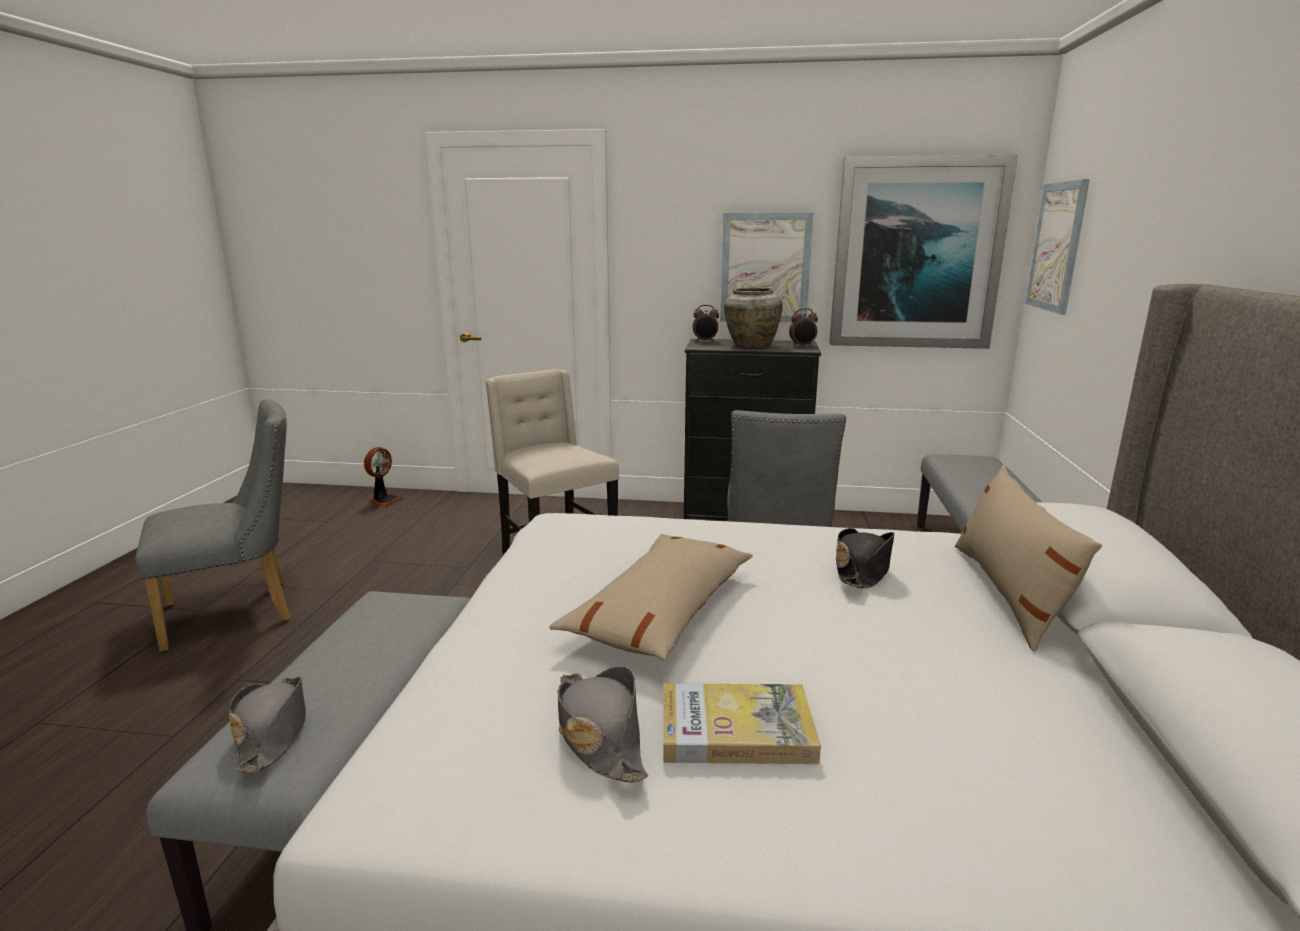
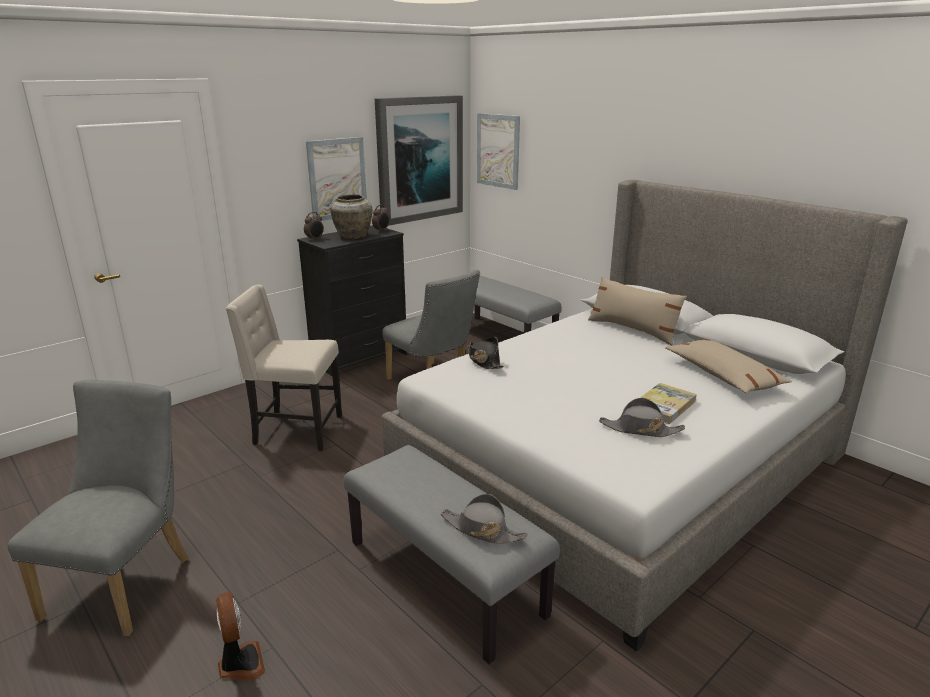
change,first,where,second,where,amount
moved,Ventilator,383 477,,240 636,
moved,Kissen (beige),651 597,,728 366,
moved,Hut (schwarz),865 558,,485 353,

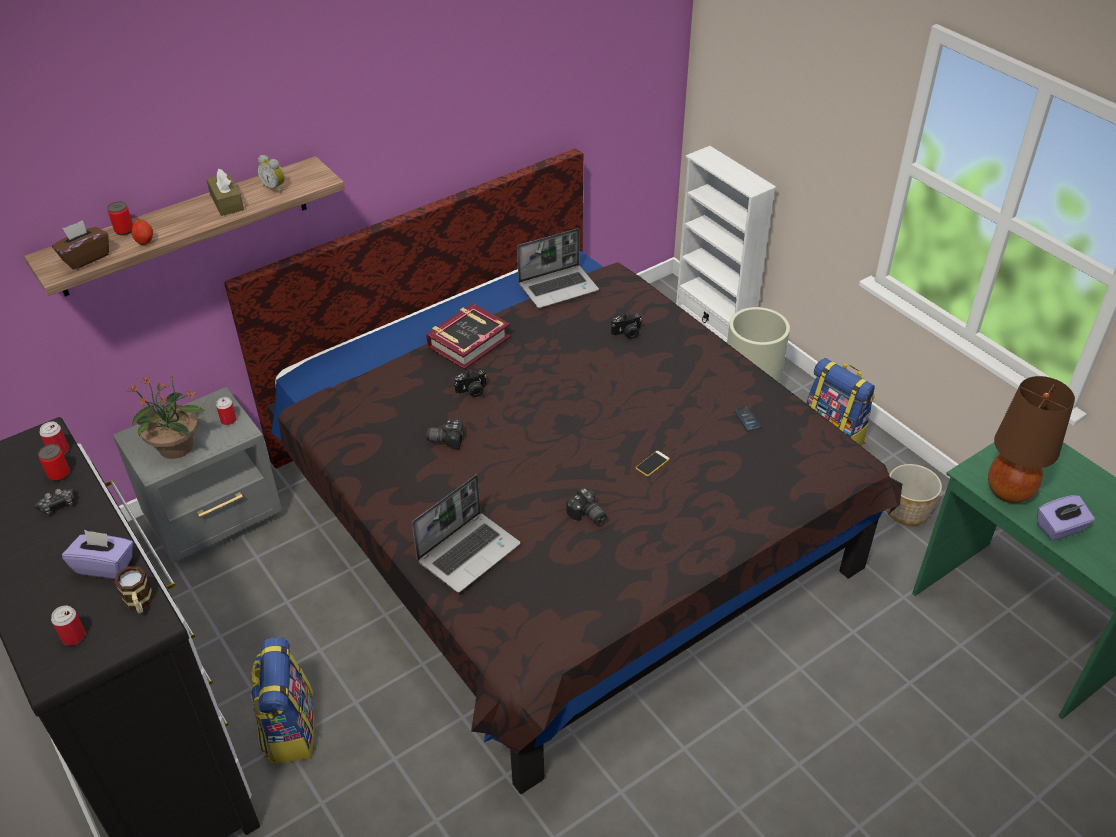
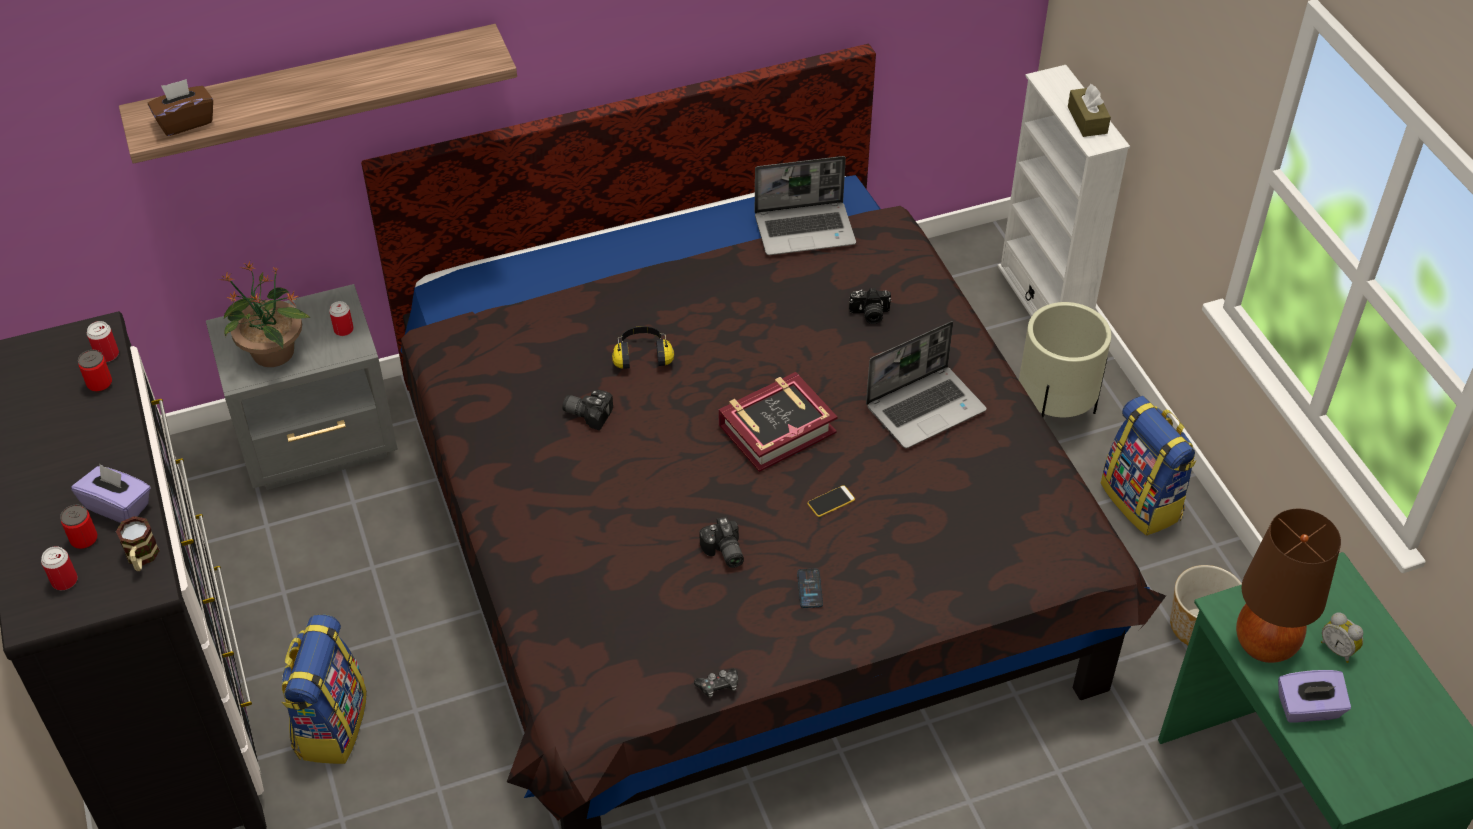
change,first,where,second,where,amount
moved,Gamepad,55 502,,716 683,
moved,Dose,120 218,,79 527,
removed,Apfel,142 232,,,
moved,Taschentuchbox (braun),225 192,,1089 110,
moved,Wecker,271 174,,1342 637,
moved,Laptop,466 534,,926 384,
moved,Buch,468 336,,778 422,
replaced,Kamera,470 384,Kopfhörer,643 347,
moved,Handy,747 419,,810 588,

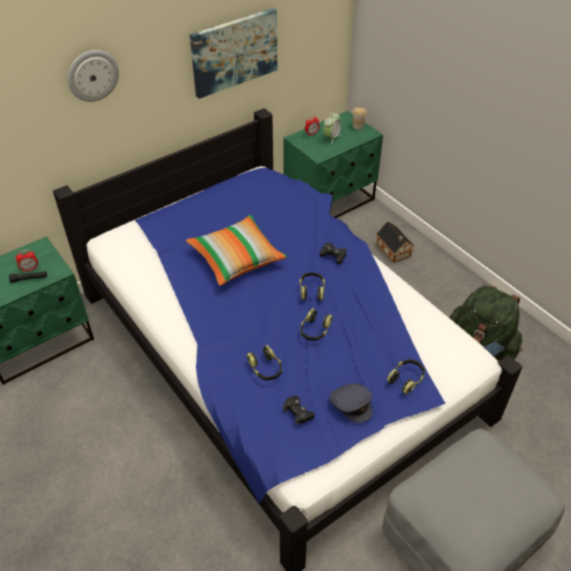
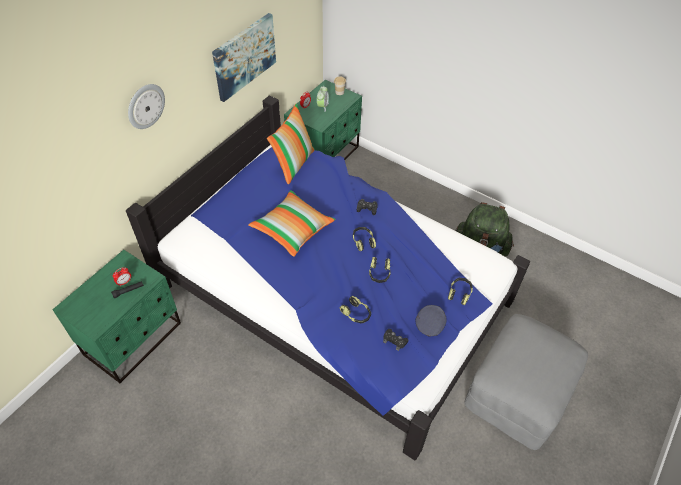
change,first,where,second,where,amount
turned,Kappe (grau),351 403,,431 320,90 degrees counterclockwise
removed,Spielzeughaus,396 242,,,
added,,,Kissen,291 143,

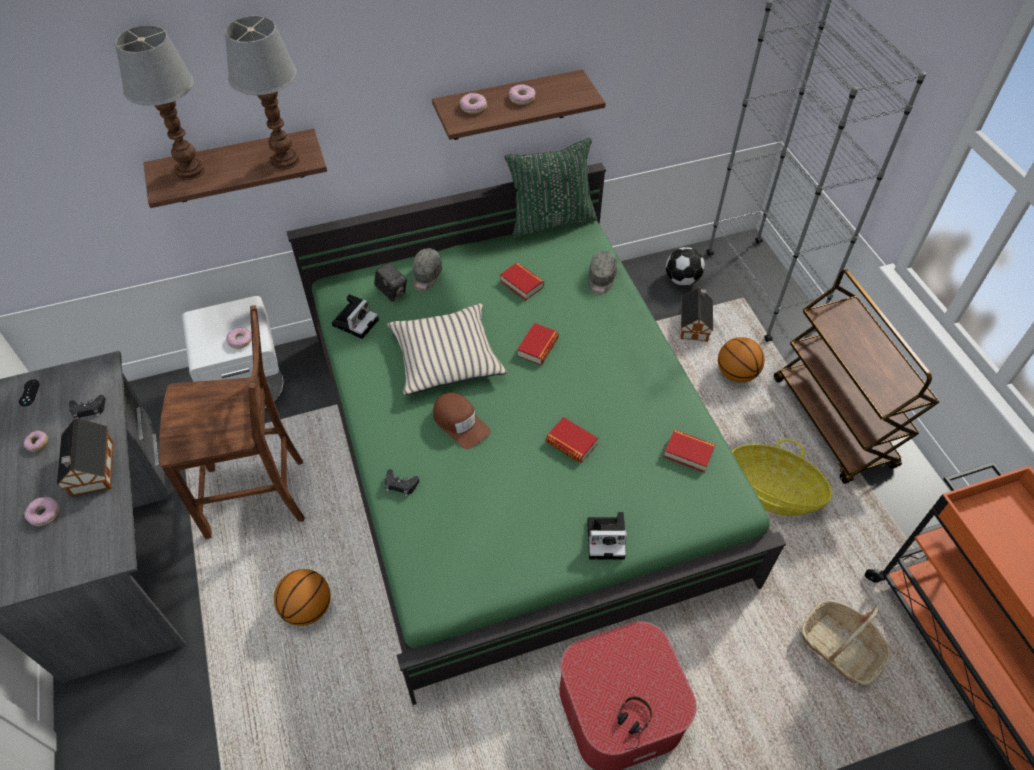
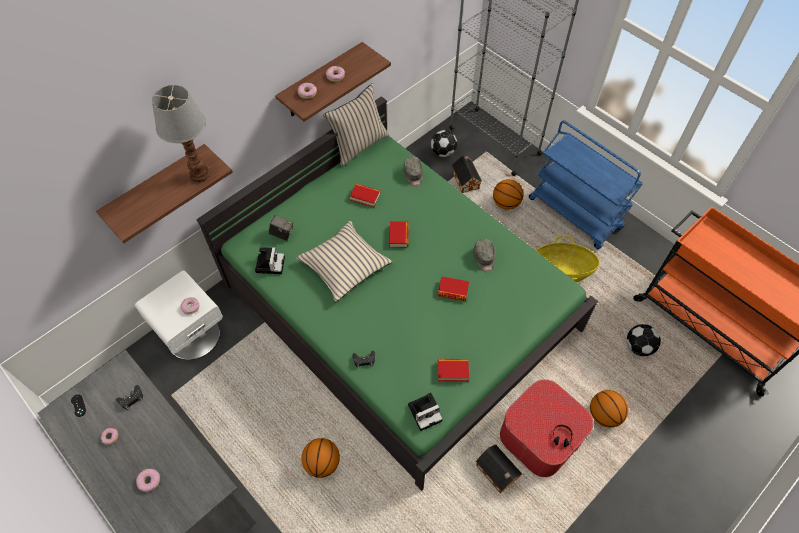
change,first,where,second,where,amount
moved,Spielzeughaus,85 457,,499 468,
removed,Tischlampe,160 102,,,
removed,Stuhl (braun),232 422,,,
moved,Kappe (grau),427 270,,484 255,
removed,Kappe (braun),462 421,,,
recoloured,Kissen (grün),550 188,Kissen (beige),356 124,
moved,Kamera,607 536,,425 411,
moved,Buch,689 451,,453 370,
recoloured,Rollwagen (braun),856 376,Rollwagen (blau),586 184,
replaced,Korb,846 642,Fußball,644 340,
added,,,Basketball,609 409,

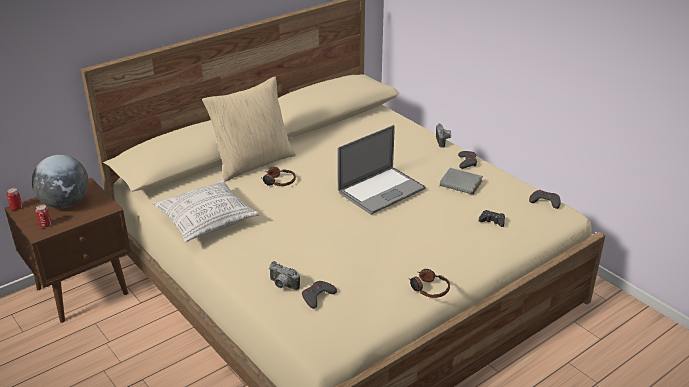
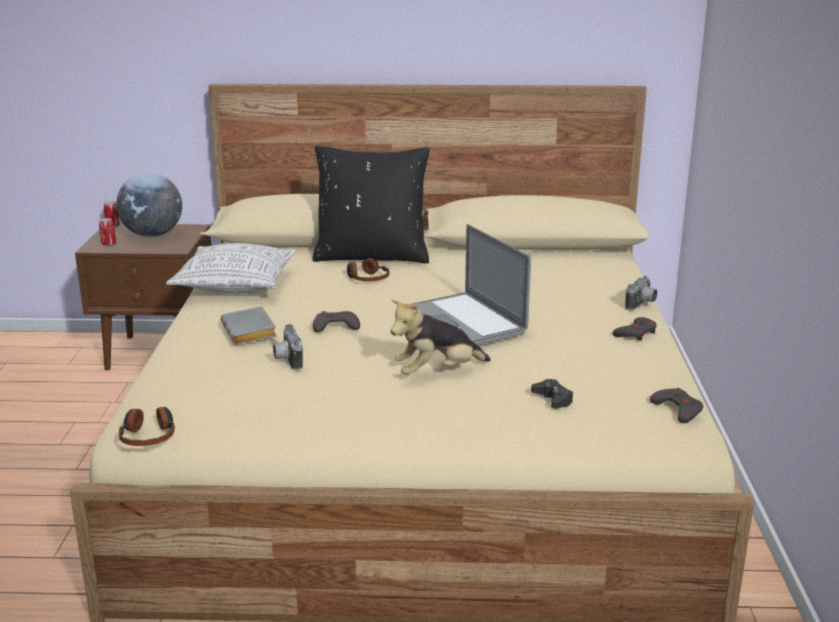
change,first,where,second,where,amount
recoloured,Kissen (beige),249 129,Kissen (schwarz),371 205,
moved,Kamera,284 275,,288 347,
moved,Gamepad (grau),319 295,,336 321,
turned,Laptop,381 170,,473 284,60 degrees clockwise
moved,Kopfhörer,429 283,,147 426,
moved,Buch (grau),461 181,,249 325,
added,,,Plüschtier,441 337,

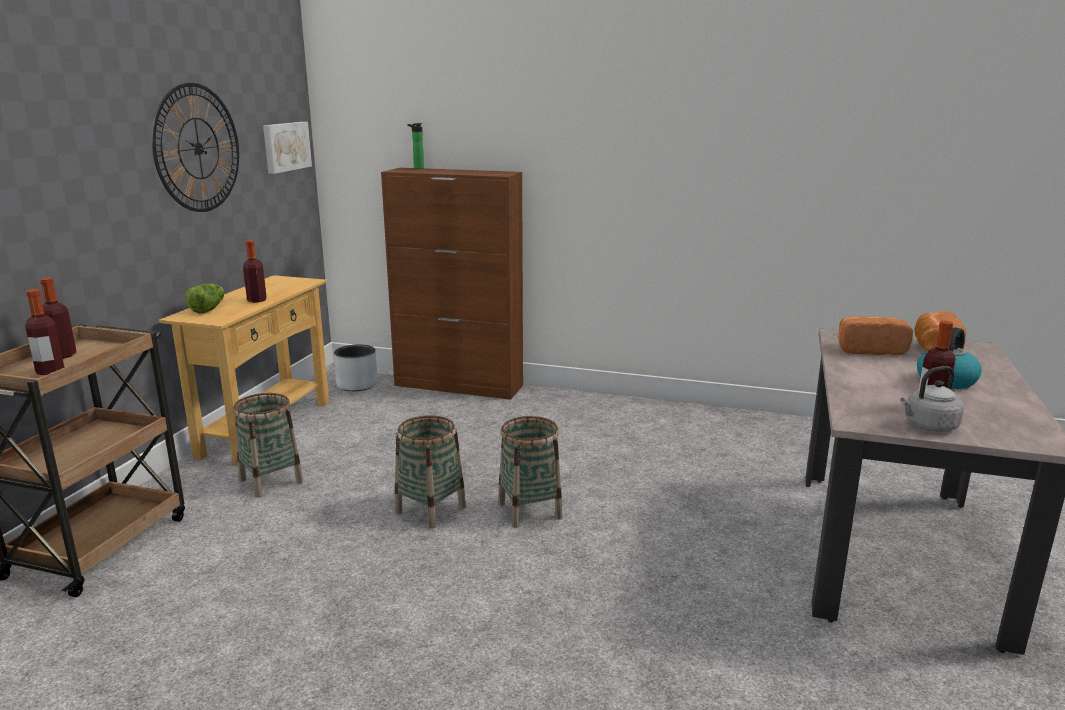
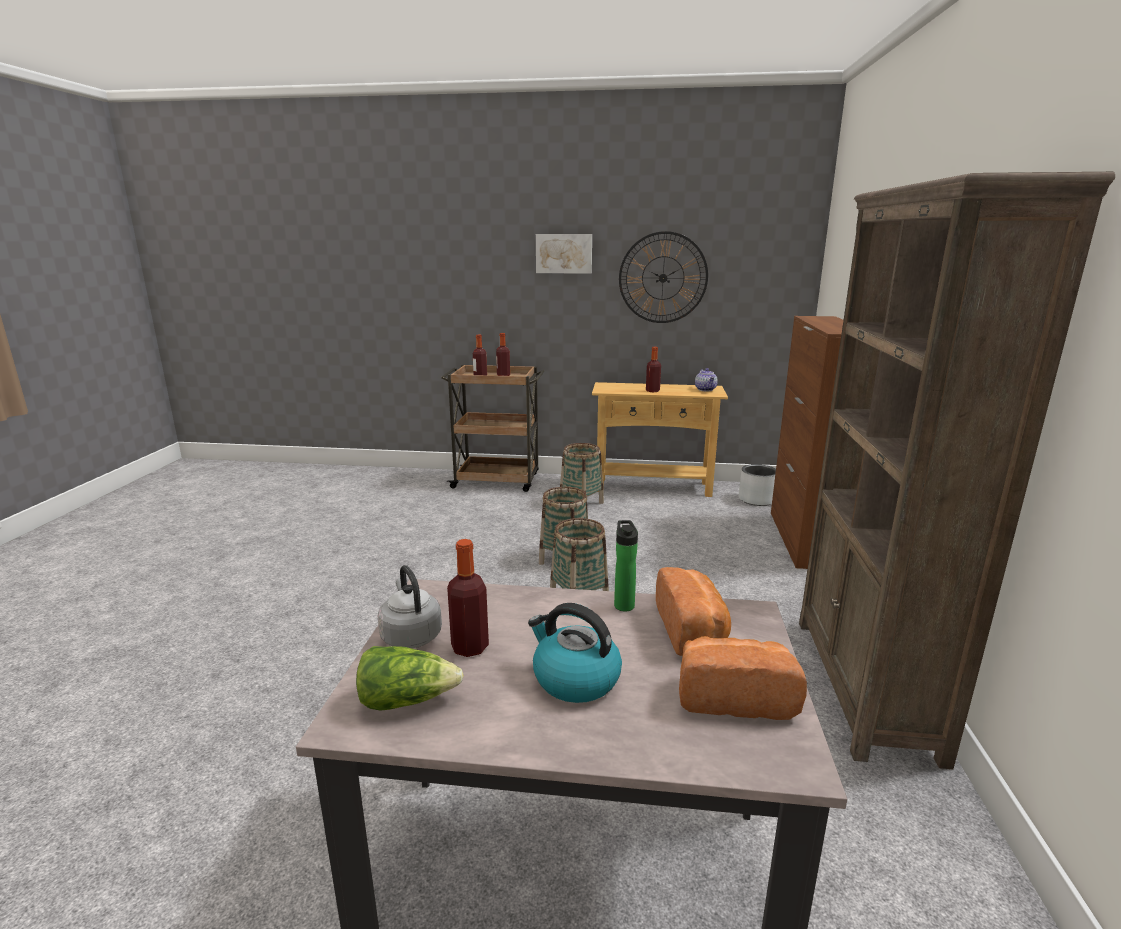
change,first,where,second,where,amount
moved,Salatkopf,204 298,,410 678,
moved,Bild,287 148,,564 254,
moved,Flasche,415 146,,626 566,
added,,,Teekanne,706 379,
added,,,Bücherregal (braun),957 470,

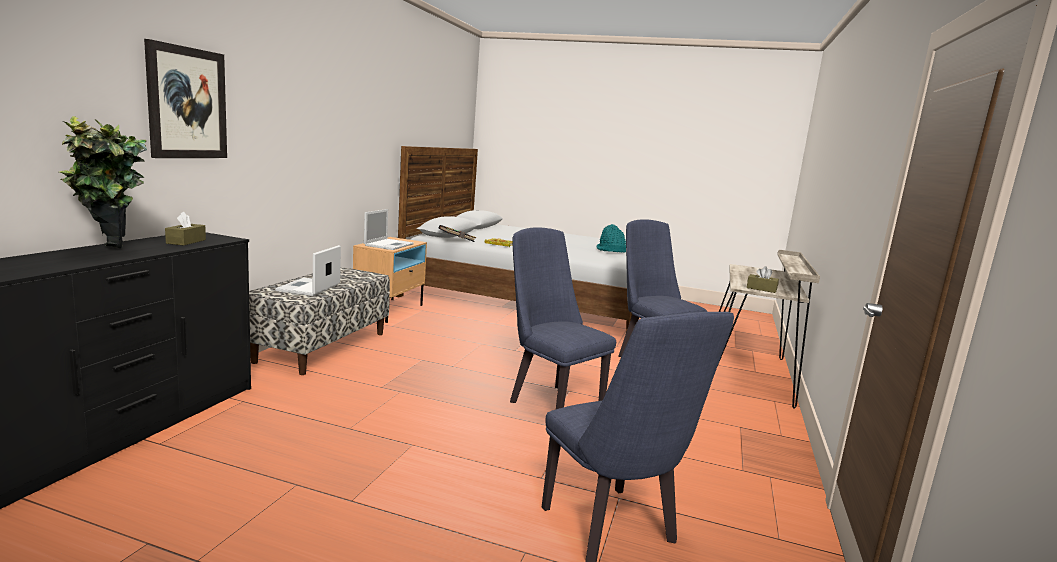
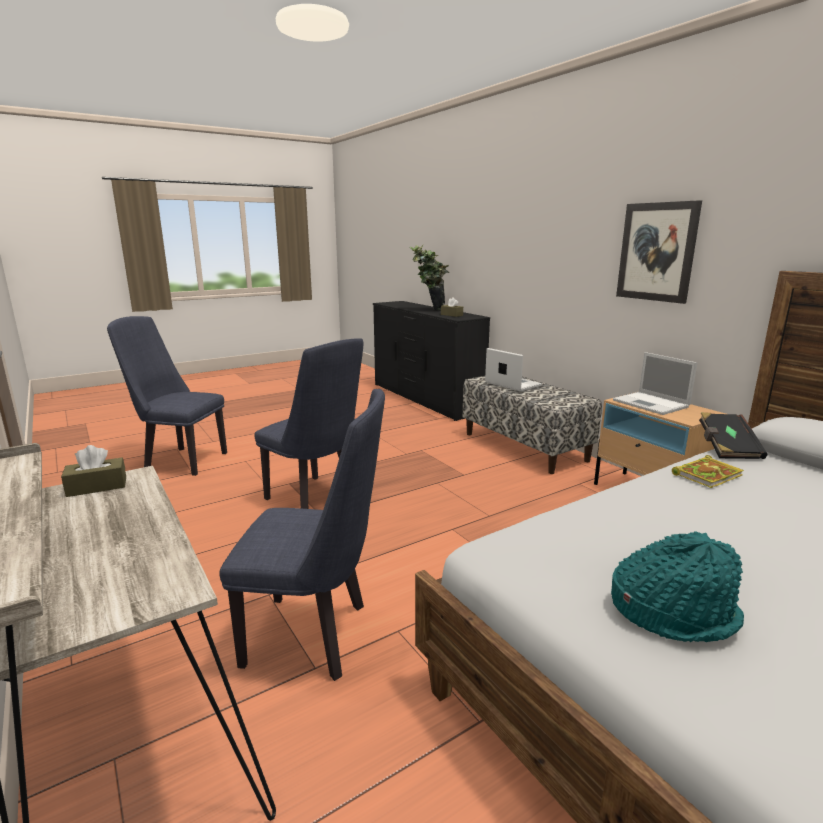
change,first,where,second,where,amount
moved,Bild,185 98,,659 252,
turned,Stuhl (blau),563 318,,308 423,45 degrees clockwise

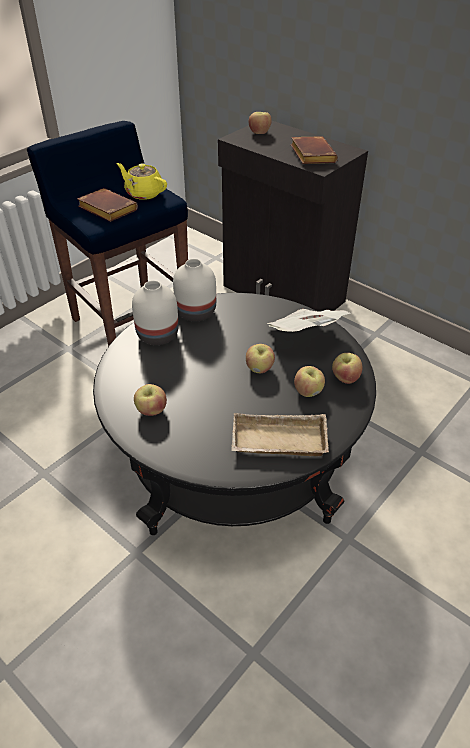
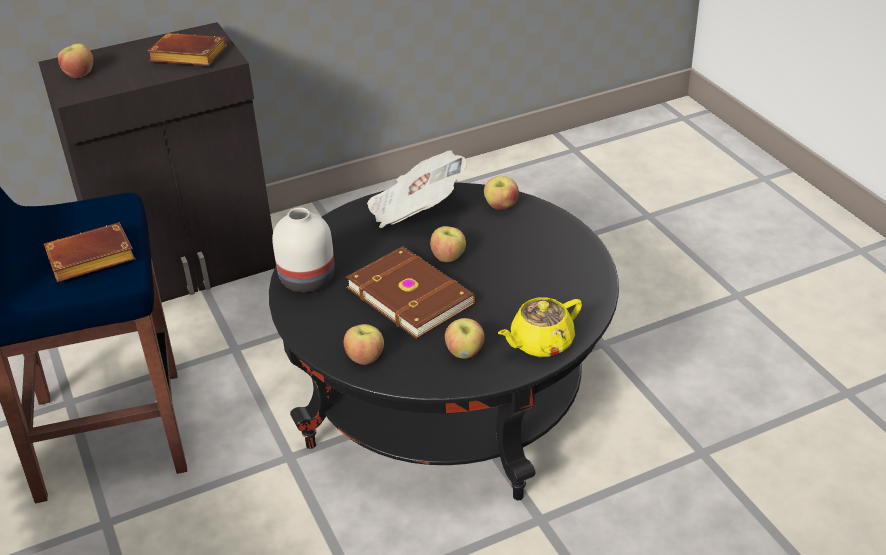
change,first,where,second,where,amount
moved,Teekanne (gelb),141 181,,540 327,
removed,Vase (weiß),155 312,,,
removed,Tablett (beige),280 434,,,
moved,Apfel,309 381,,363 344,
added,,,Buch (braun),411 292,

